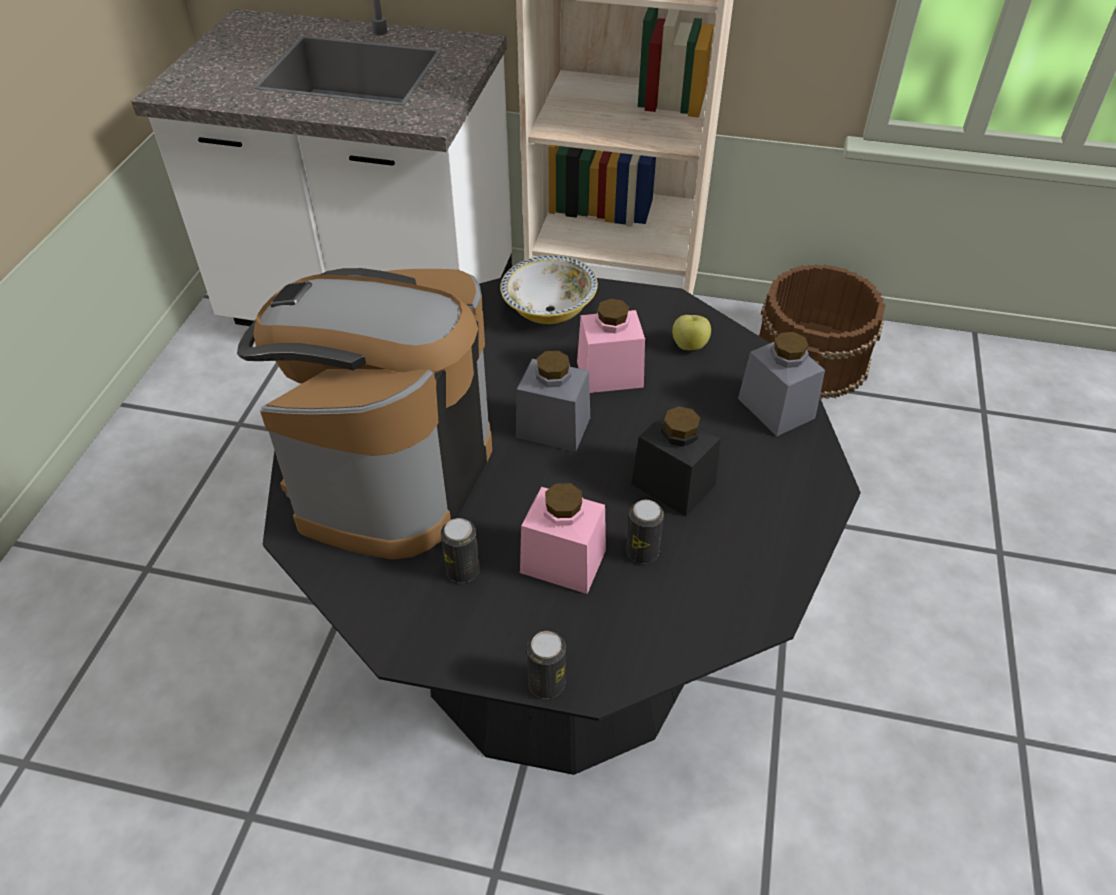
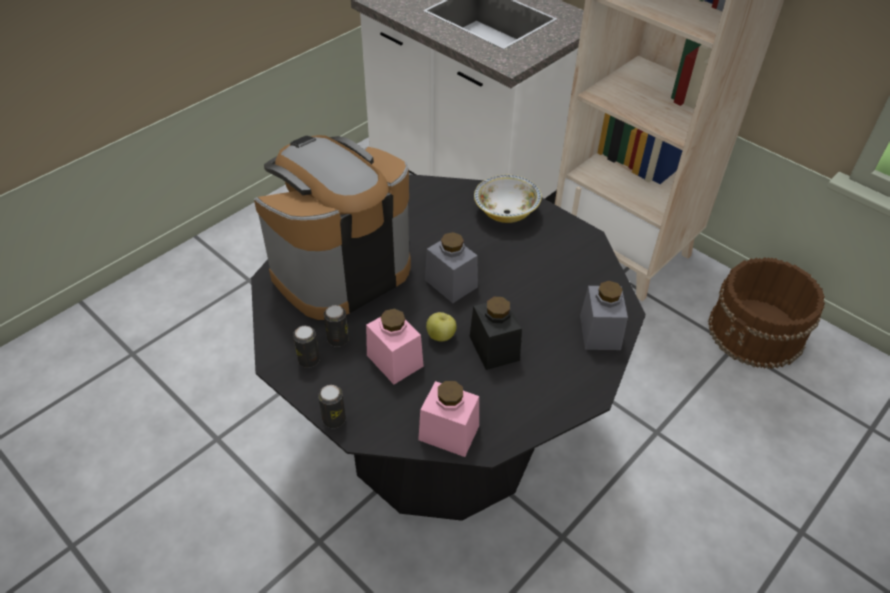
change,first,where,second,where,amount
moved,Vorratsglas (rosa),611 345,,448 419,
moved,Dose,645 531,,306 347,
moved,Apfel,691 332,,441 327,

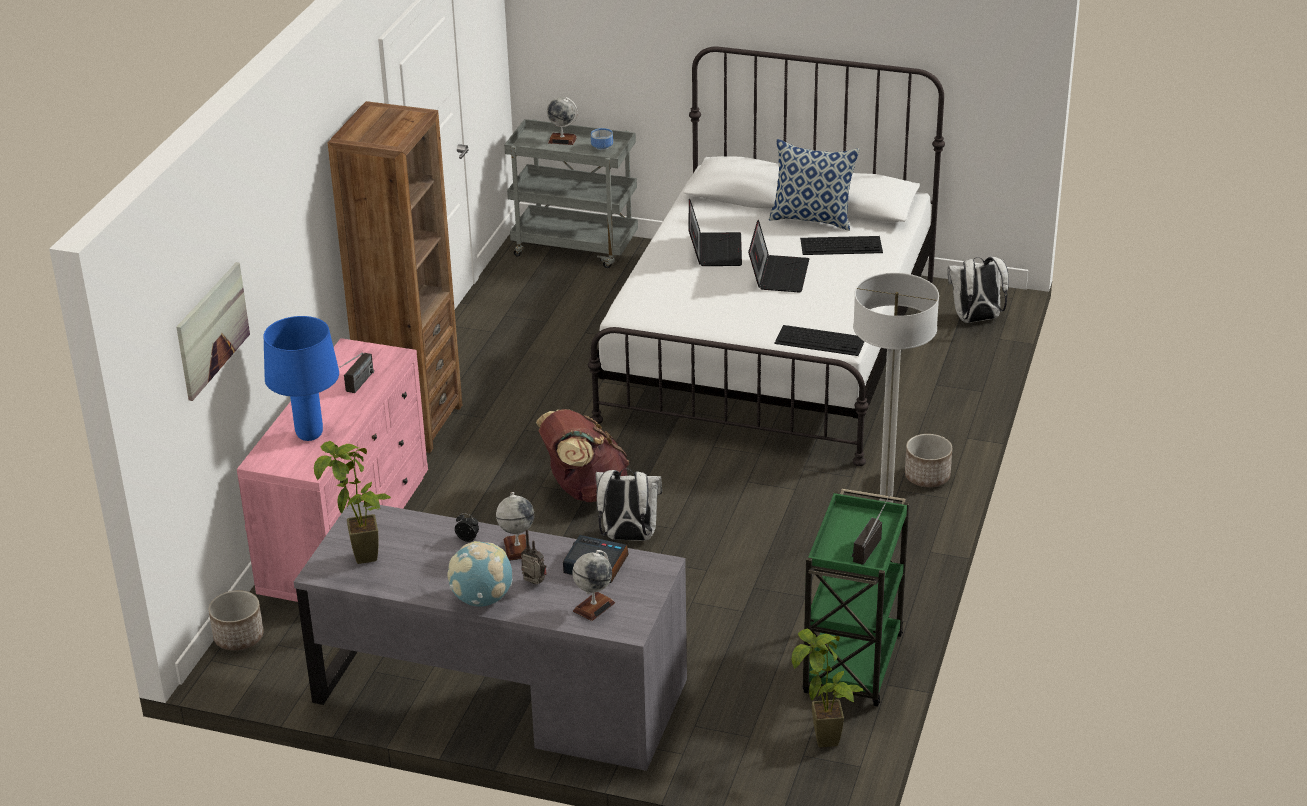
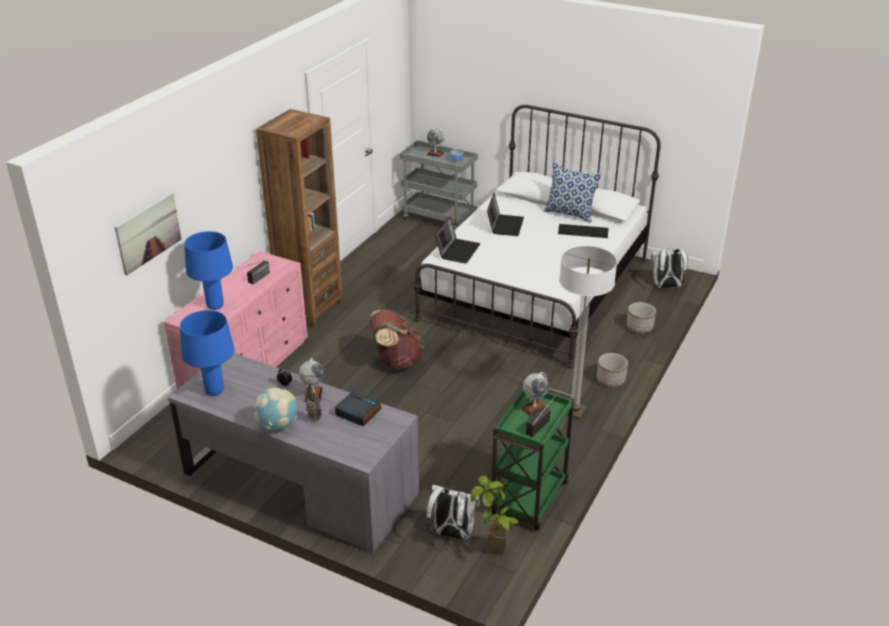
change,first,where,second,where,amount
moved,Pflanzkübel,236 620,,641 318,
replaced,Topfpflanze,352 502,Tischlampe (blau),207 353,
moved,Globus,593 585,,535 394,
moved,Rucksack (weiß),629 504,,453 512,
moved,Laptop,778 256,,457 240,
removed,Tastatur,819 340,,,

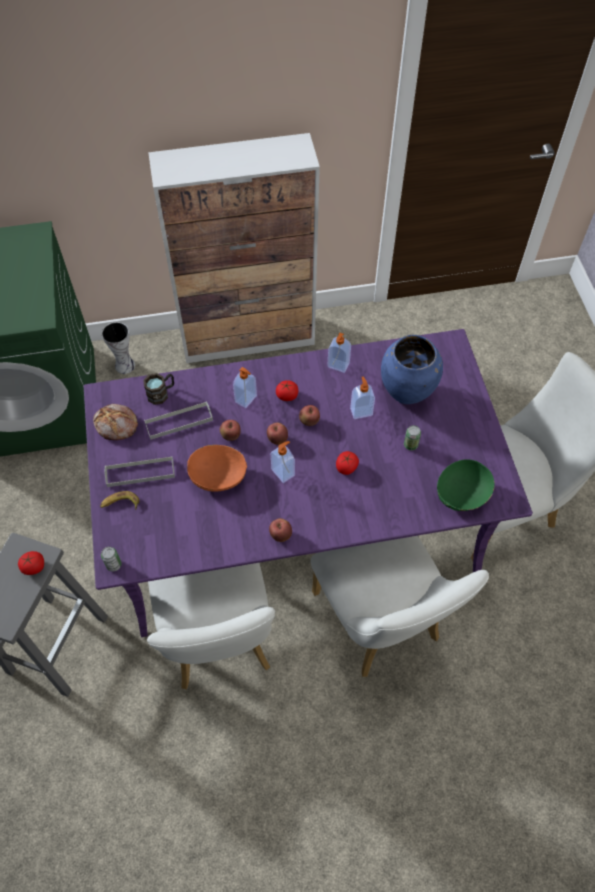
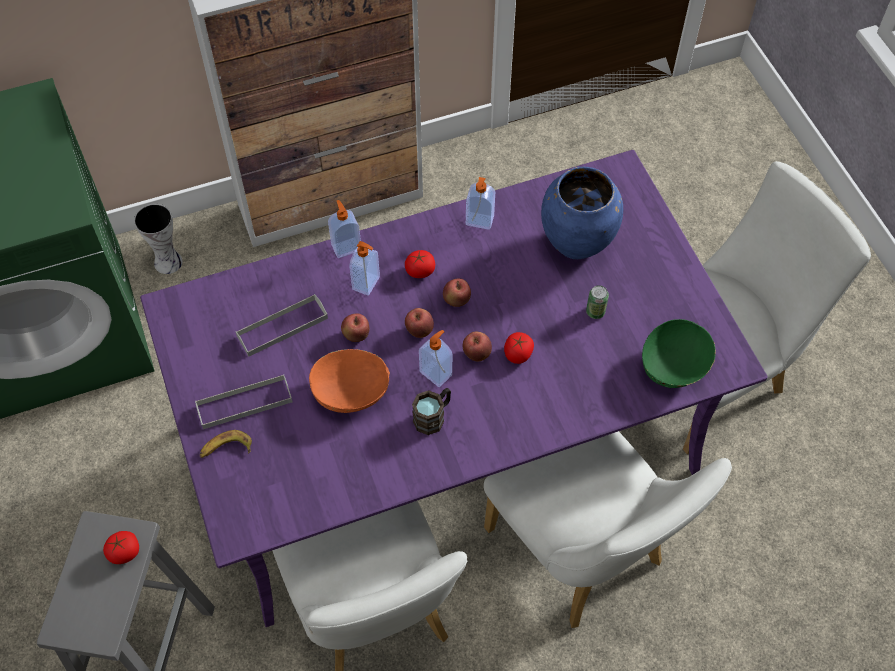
change,first,where,second,where,amount
removed,Brot,115 422,,,
removed,Dose,111 559,,,
moved,Henkelbecher (braun),158 389,,431 411,
moved,Apfel,280 530,,477 346,
moved,Seifenspender,362 398,,344 229,

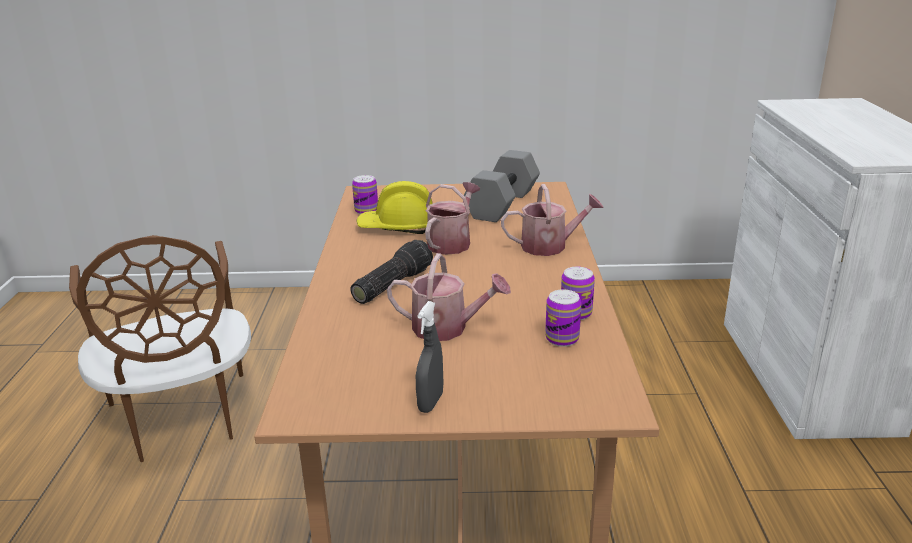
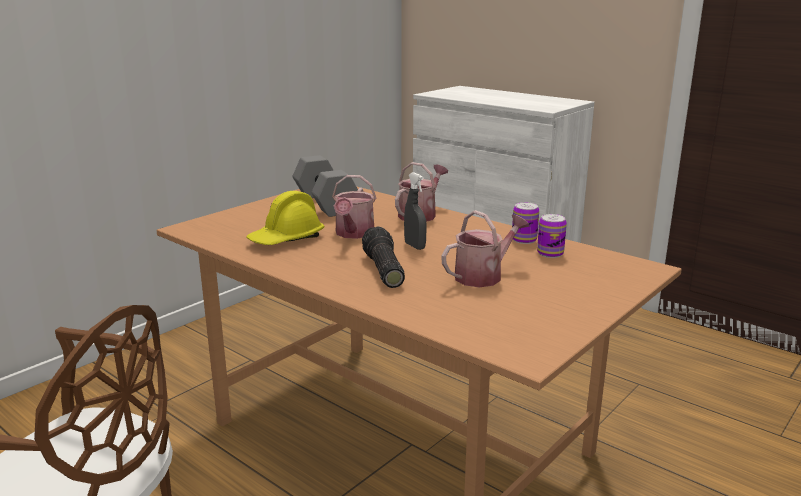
change,first,where,second,where,amount
removed,Dose,365 194,,,
moved,Sprühflasche (grau),429 357,,415 211,
turned,Gießkanne,452 218,,354 207,150 degrees counterclockwise

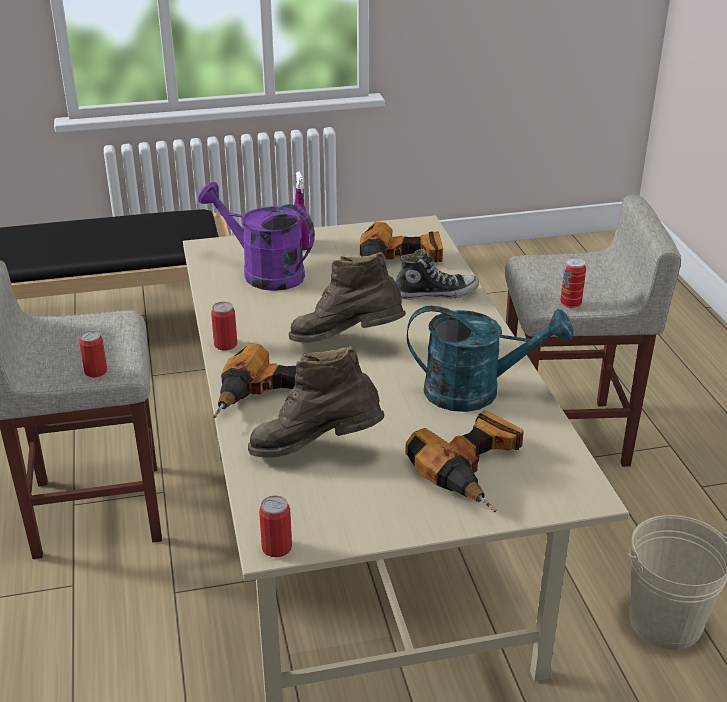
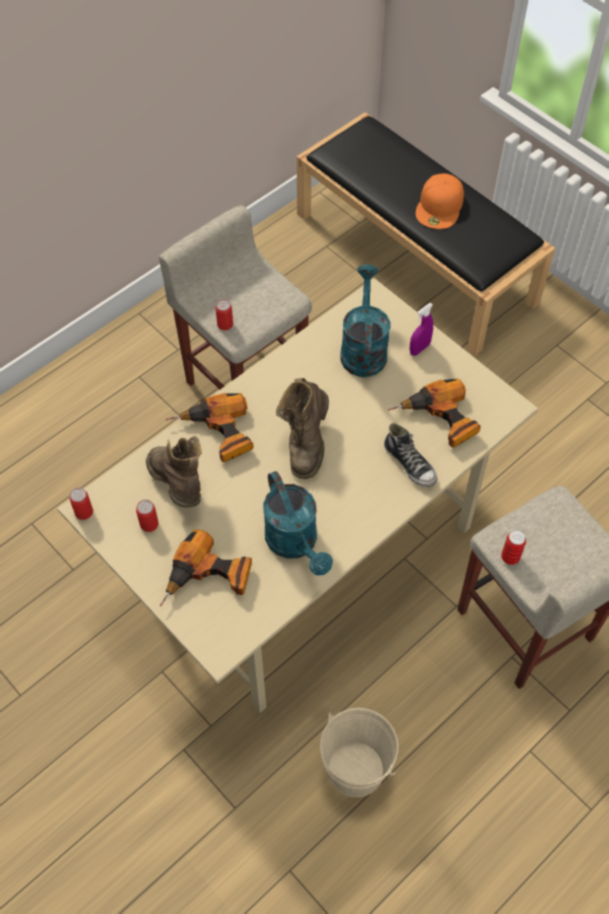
change,first,where,second,where,amount
recoloured,Gießkanne (lila),256 236,Gießkanne (türkis),365 321,
moved,Dose,224 326,,147 516,
turned,Stiefel (braun),347 297,,302 428,150 degrees counterclockwise
added,,,Kappe (orange),440 201,

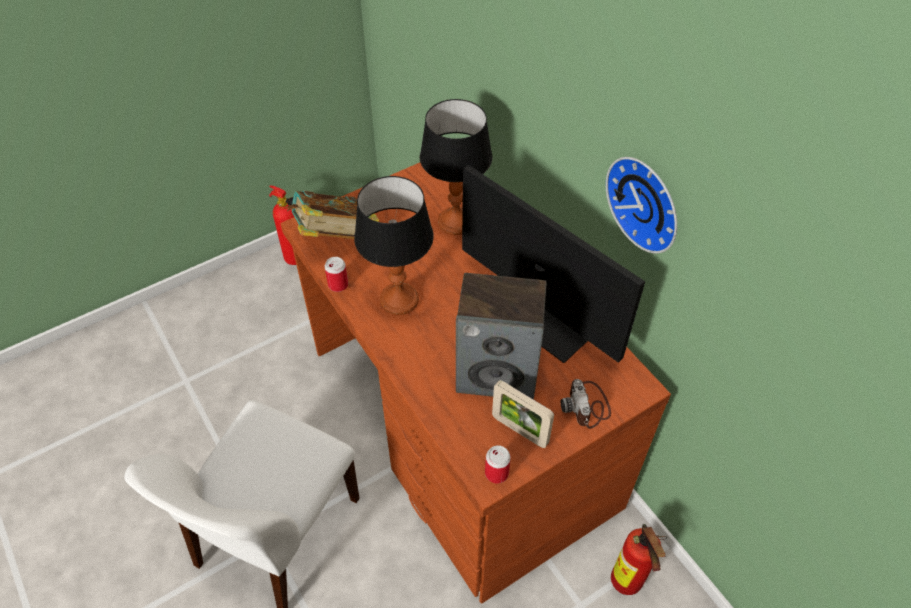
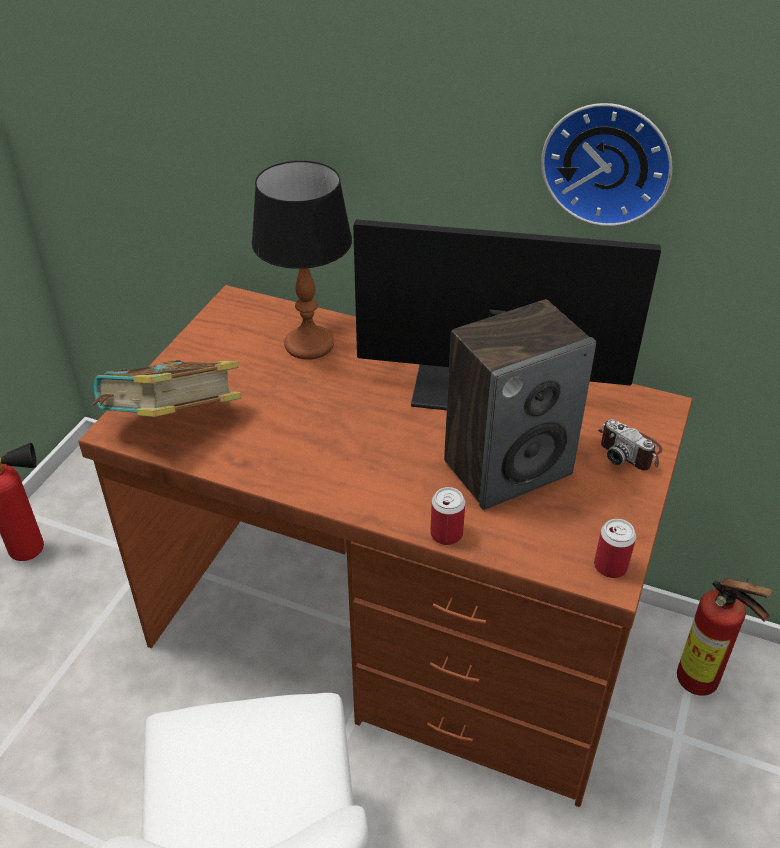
change,first,where,second,where,amount
moved,Dose,336 274,,447 516,
removed,Tischlampe,394 245,,,
removed,Bilderrahmen,523 414,,,

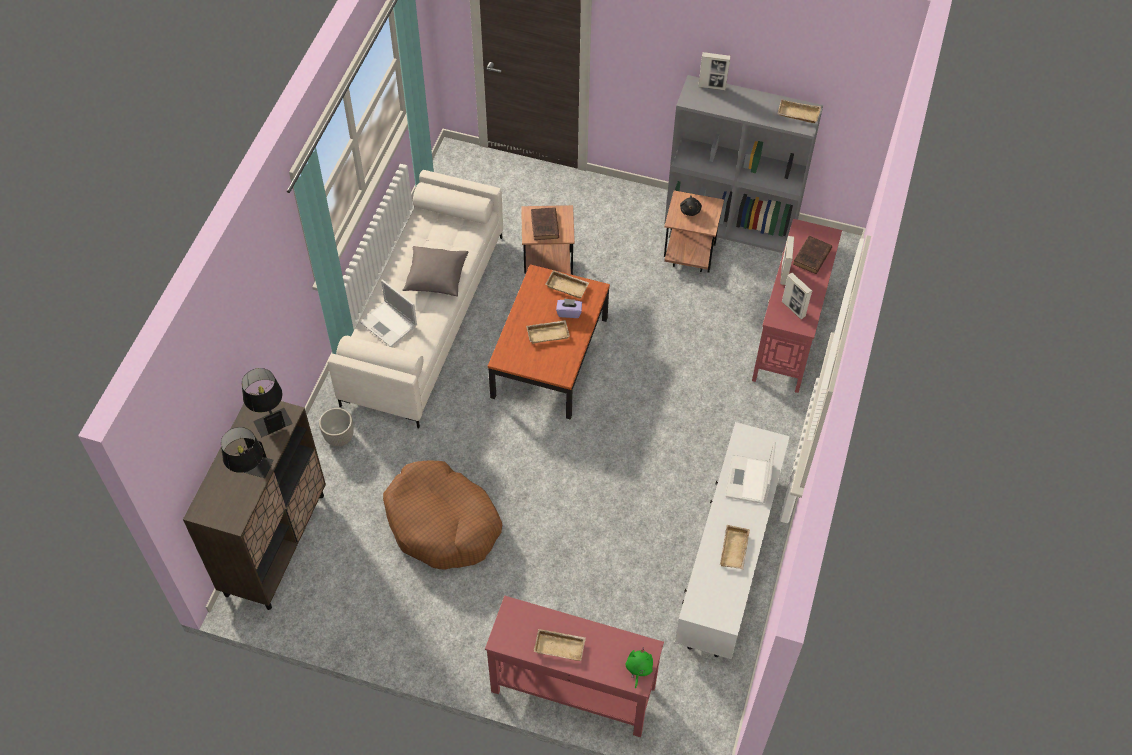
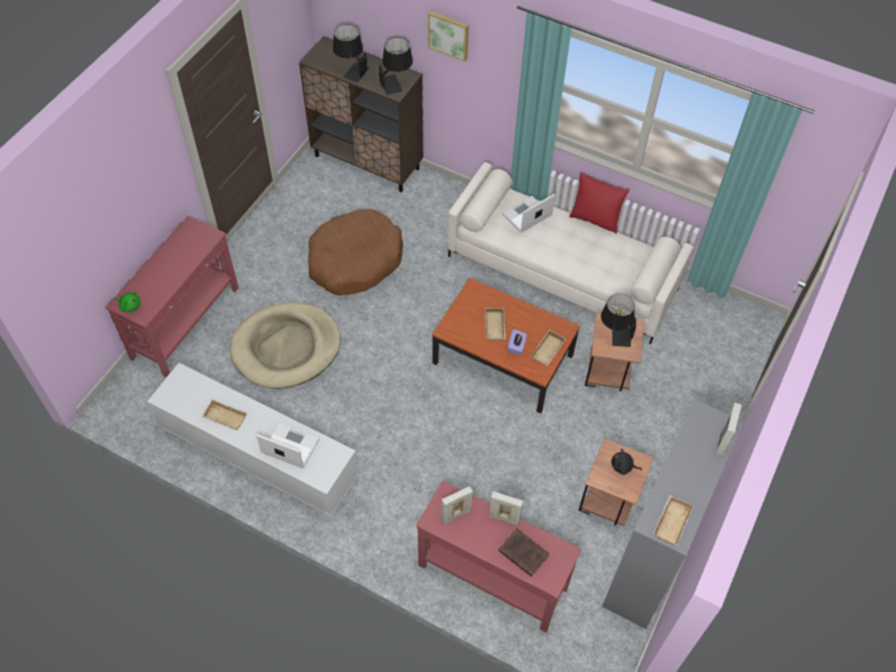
change,first,where,second,where,amount
removed,Pflanzkübel,336 427,,,
removed,Kissen (grau),435 271,,,
replaced,Buch (braun),545 223,Tischlampe (schwarz),618 320,
removed,Tablett (beige),560 645,,,
added,,,Hundebett (beige),285 345,
added,,,Bild,448 36,
added,,,Kissen (rot),599 203,

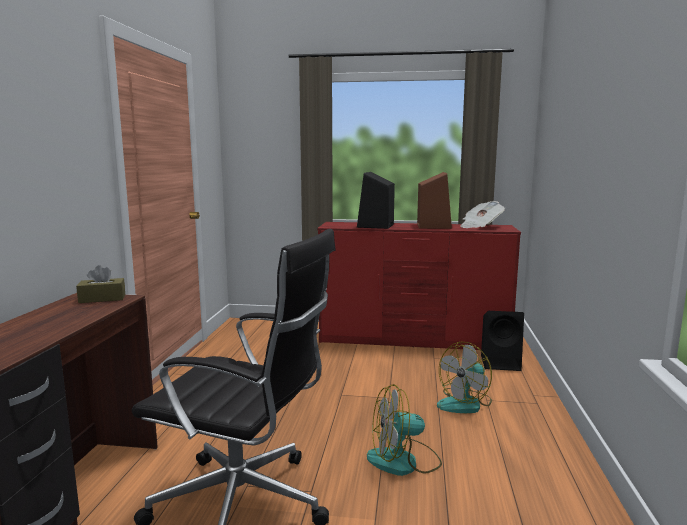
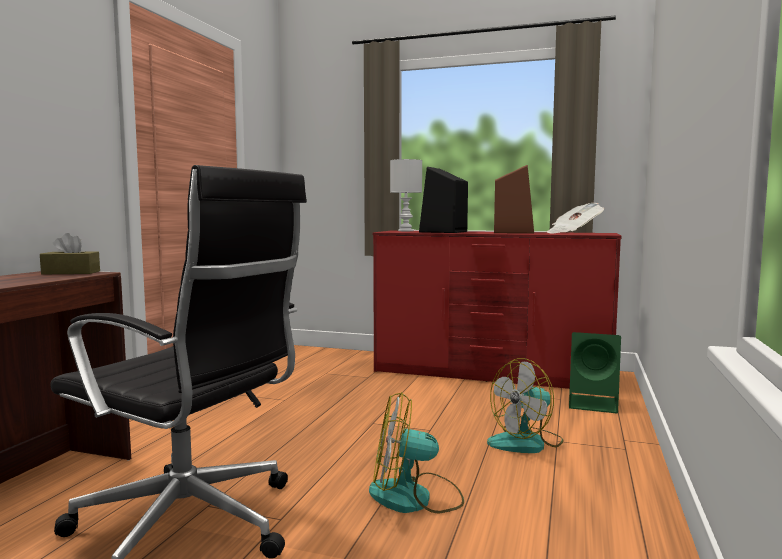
change,first,where,second,where,amount
recoloured,Lautsprecher (schwarz),502 341,Lautsprecher (grün),595 372,
added,,,Tischlampe (weiß),406 195,

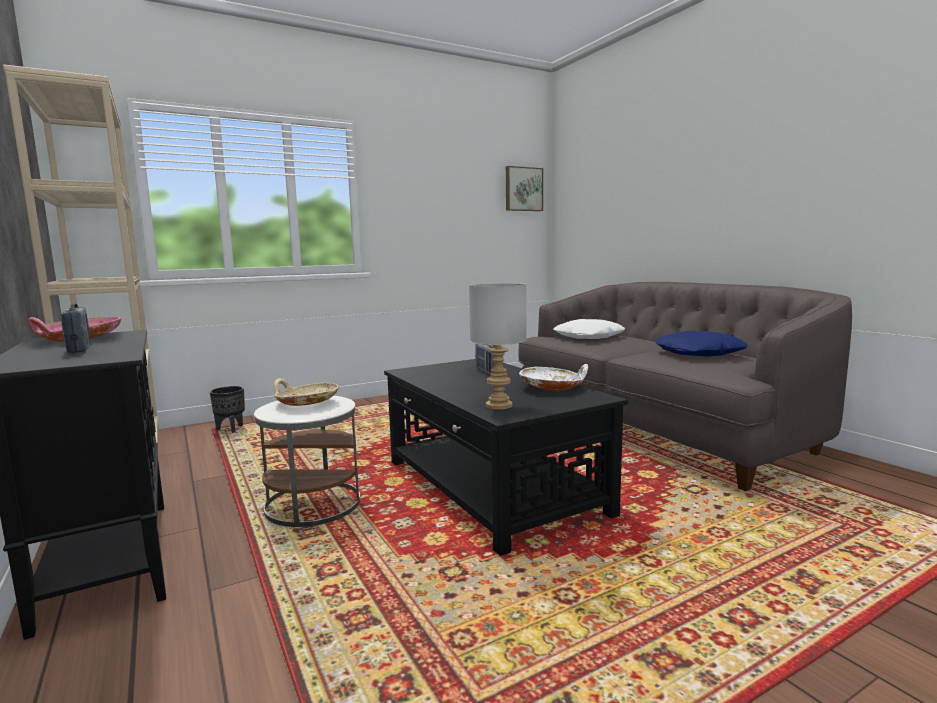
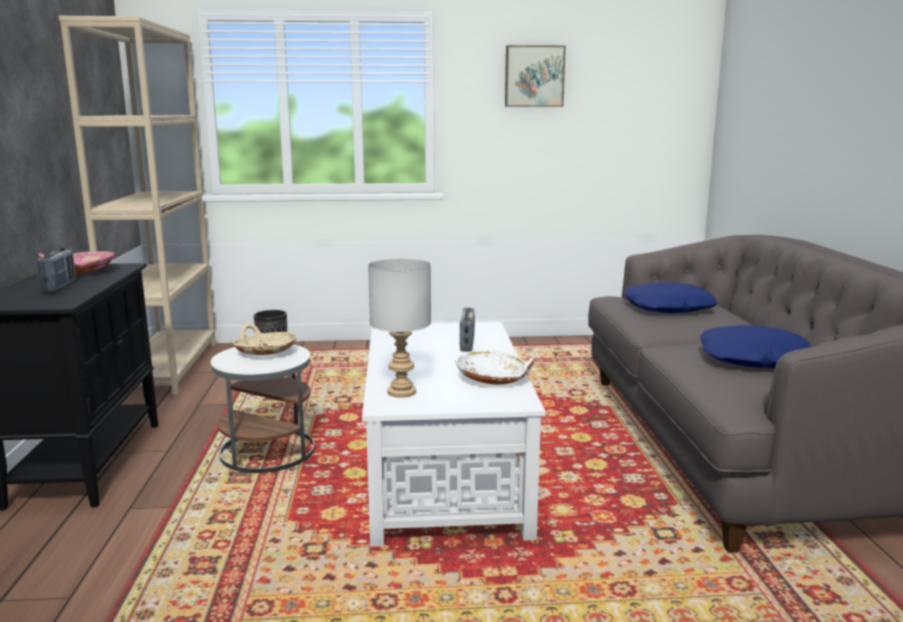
change,first,where,second,where,amount
recoloured,Couchtisch (schwarz),506 457,Couchtisch (weiß),454 434,
moved,Bild,524 188,,535 76,
recoloured,Kissen (weiß),589 329,Kissen (blau),671 297,

